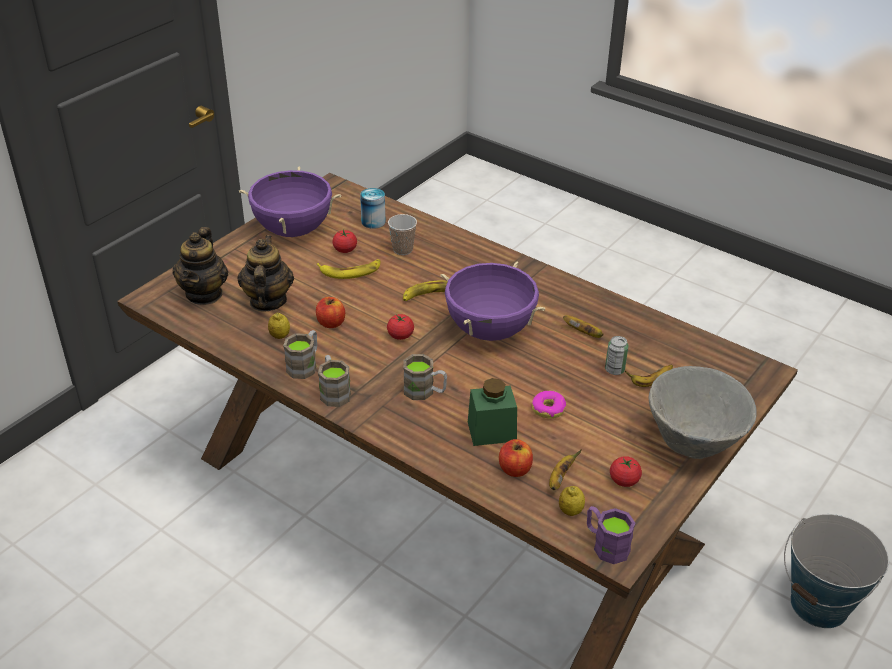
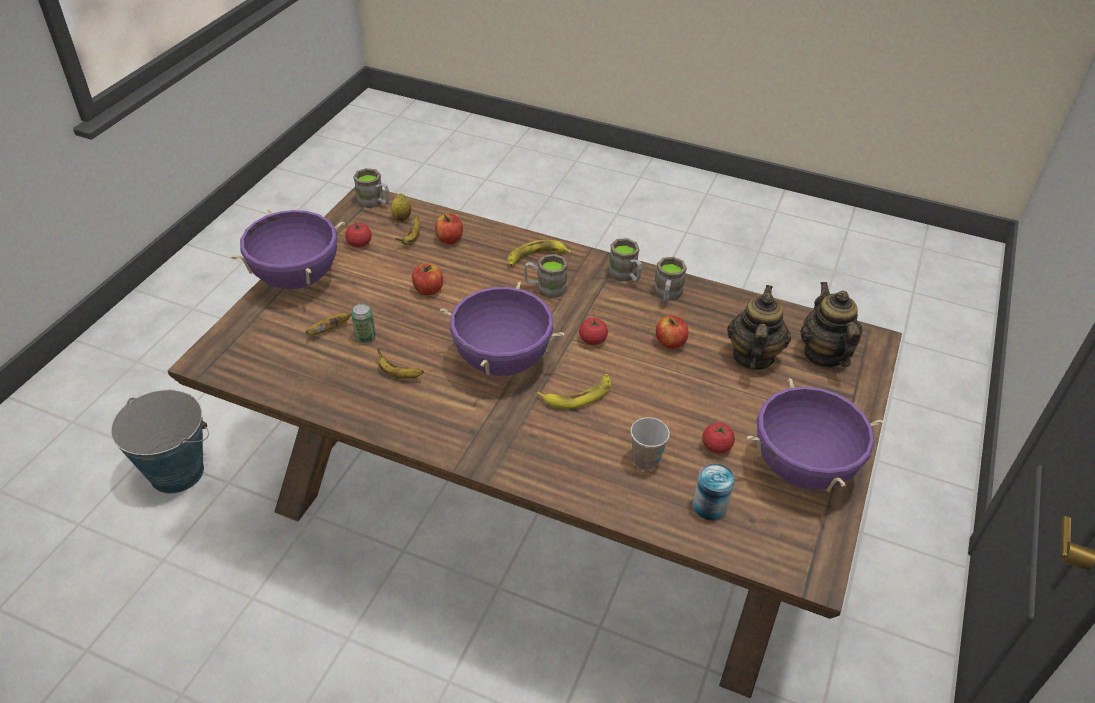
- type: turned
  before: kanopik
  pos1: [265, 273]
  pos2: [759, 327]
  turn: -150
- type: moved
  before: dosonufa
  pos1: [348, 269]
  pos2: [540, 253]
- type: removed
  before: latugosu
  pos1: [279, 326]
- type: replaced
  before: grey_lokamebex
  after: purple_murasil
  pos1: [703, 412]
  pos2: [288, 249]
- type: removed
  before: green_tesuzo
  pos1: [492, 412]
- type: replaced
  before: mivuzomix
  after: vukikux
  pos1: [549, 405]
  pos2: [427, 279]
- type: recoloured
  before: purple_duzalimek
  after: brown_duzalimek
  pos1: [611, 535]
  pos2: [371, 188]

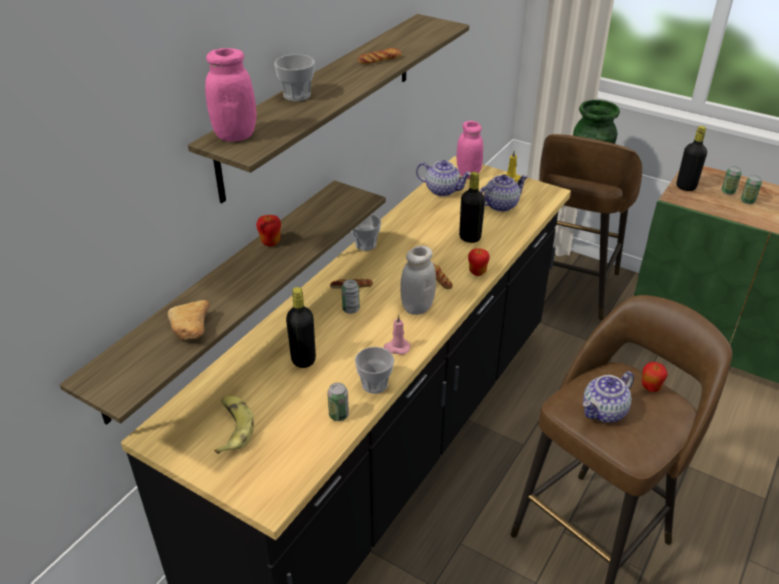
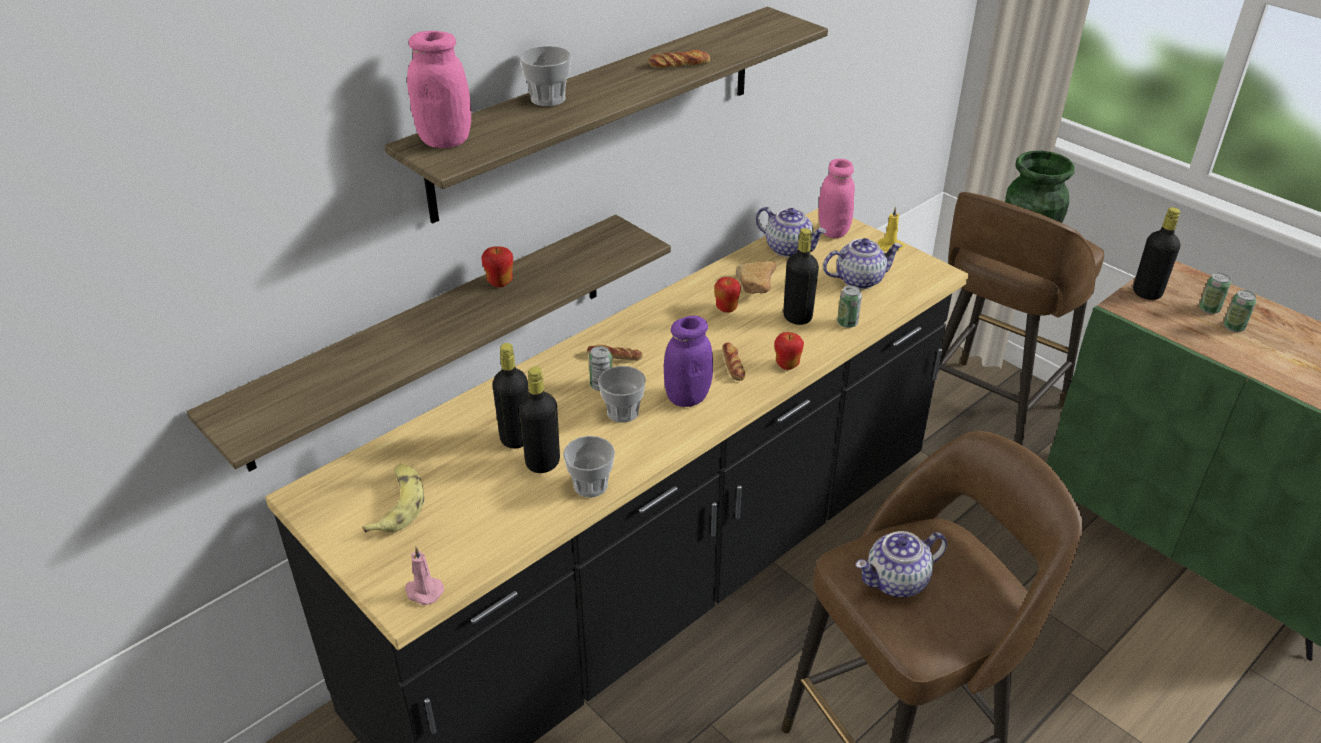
- type: moved
  before: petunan
  pos1: [366, 232]
  pos2: [622, 394]
- type: recoloured
  before: white_tesuzo
  after: purple_tesuzo
  pos1: [418, 280]
  pos2: [688, 361]
- type: moved
  before: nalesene
  pos1: [188, 320]
  pos2: [756, 277]
- type: moved
  before: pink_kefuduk
  pos1: [397, 335]
  pos2: [424, 576]
- type: moved
  before: vukikux
  pos1: [655, 377]
  pos2: [727, 295]
- type: moved
  before: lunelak
  pos1: [338, 402]
  pos2: [849, 306]
- type: added
  after: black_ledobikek
  pos2: [539, 420]

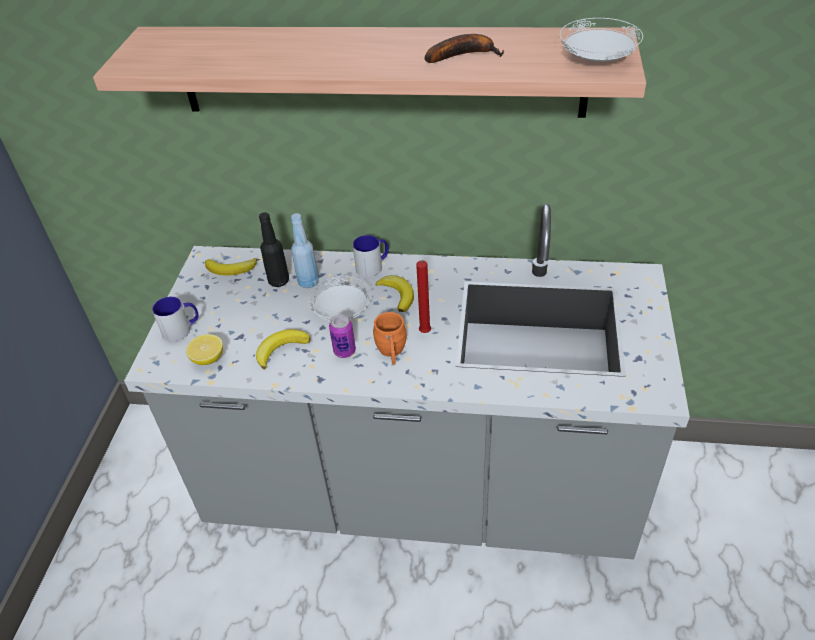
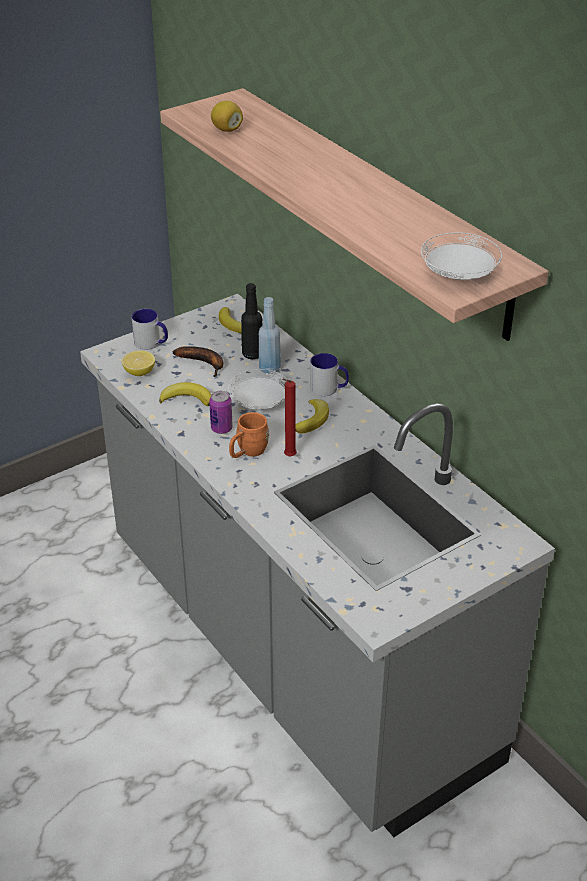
- type: moved
  before: dosonufa
  pos1: [464, 48]
  pos2: [198, 361]
- type: added
  after: latugosu
  pos2: [227, 116]

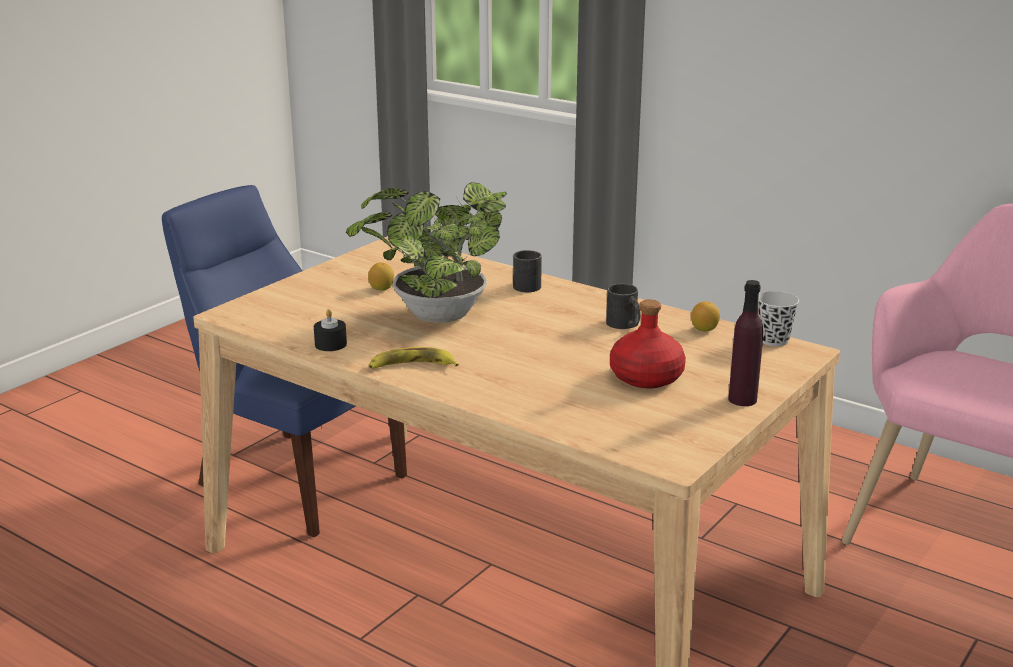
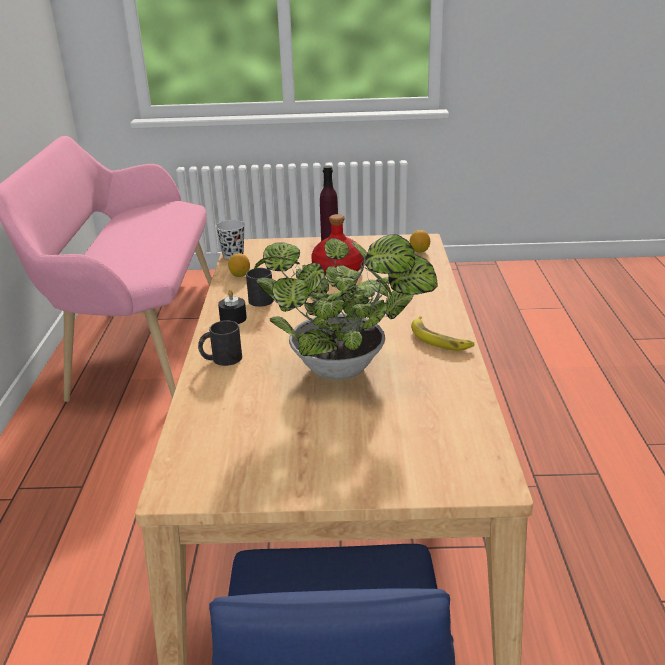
- type: moved
  before: latugosu
  pos1: [381, 276]
  pos2: [420, 241]
- type: moved
  before: black_kefuduk
  pos1: [330, 330]
  pos2: [232, 307]

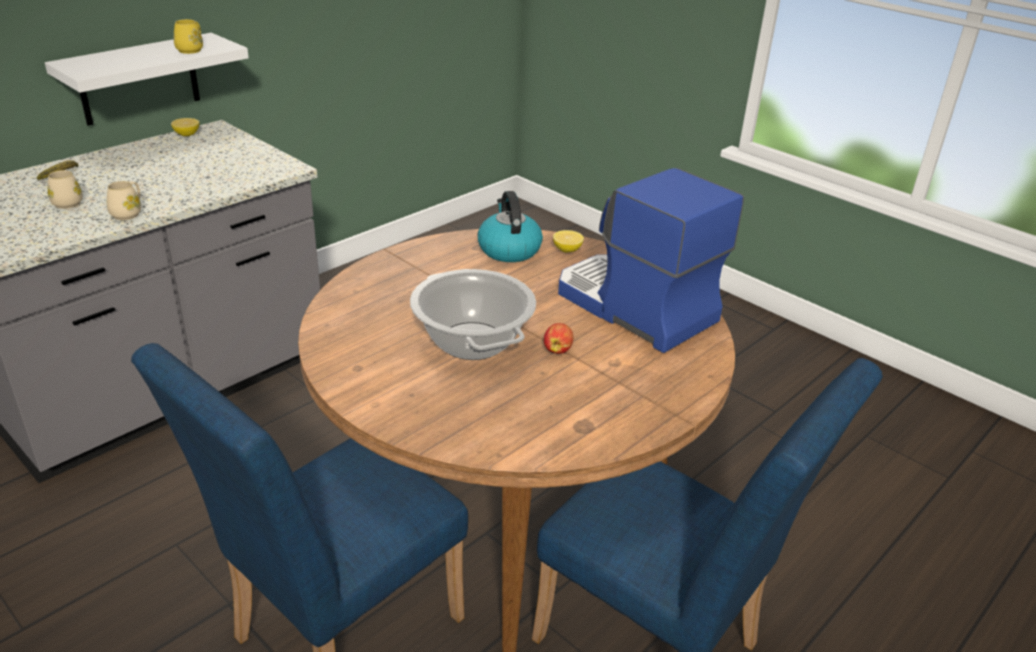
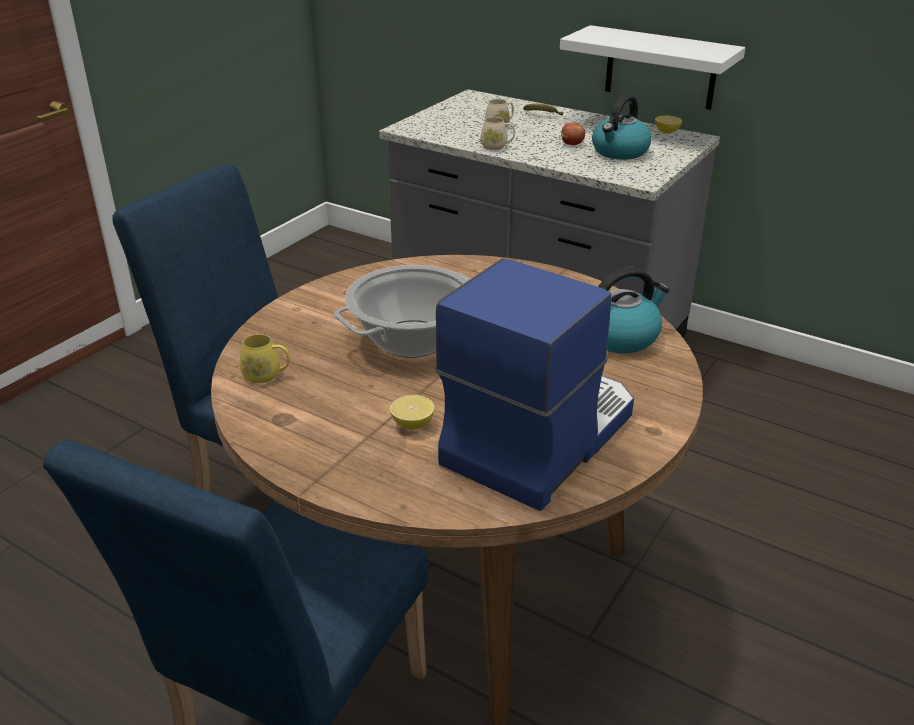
- type: moved
  before: yellow_duzalimek
  pos1: [188, 36]
  pos2: [265, 358]
- type: moved
  before: latugosu
  pos1: [568, 241]
  pos2: [412, 412]
- type: moved
  before: vukikux
  pos1: [559, 338]
  pos2: [573, 134]
- type: added
  after: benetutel
  pos2: [622, 127]

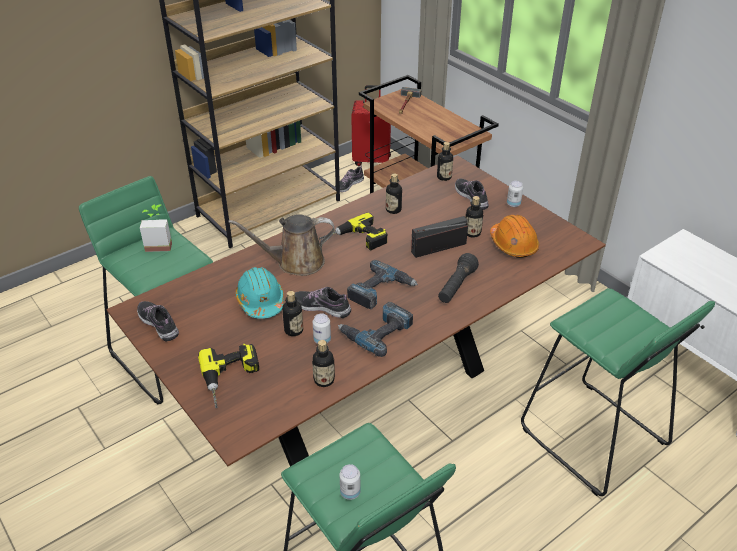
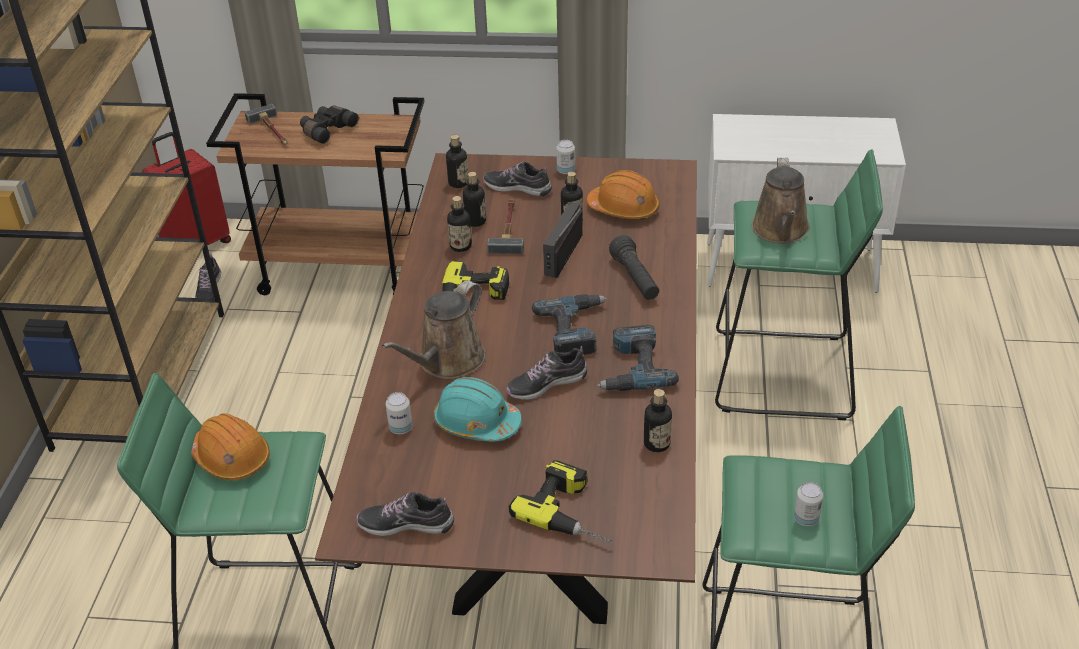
- type: replaced
  before: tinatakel
  after: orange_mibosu
  pos1: [156, 228]
  pos2: [230, 447]
- type: moved
  before: ledobikek
  pos1: [292, 313]
  pos2: [474, 199]
- type: moved
  before: lunelak
  pos1: [322, 328]
  pos2: [399, 413]
- type: added
  after: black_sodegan
  pos2: [329, 125]
- type: added
  after: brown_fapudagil
  pos2: [781, 200]
- type: added
  after: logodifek
  pos2: [505, 226]

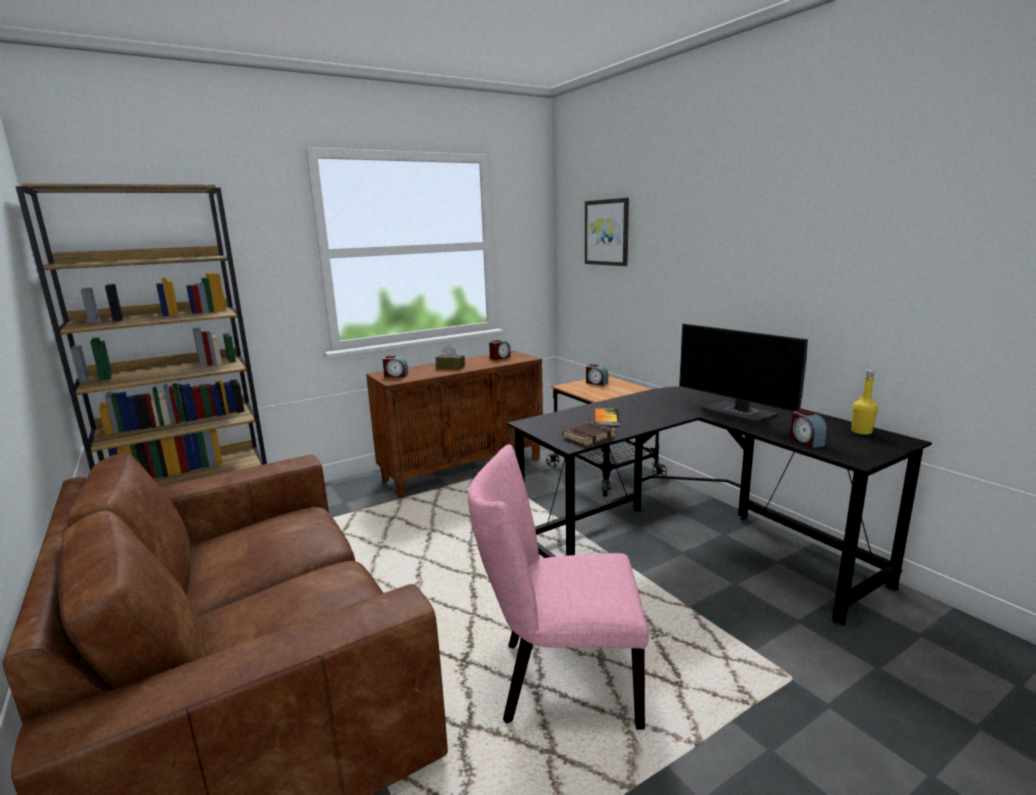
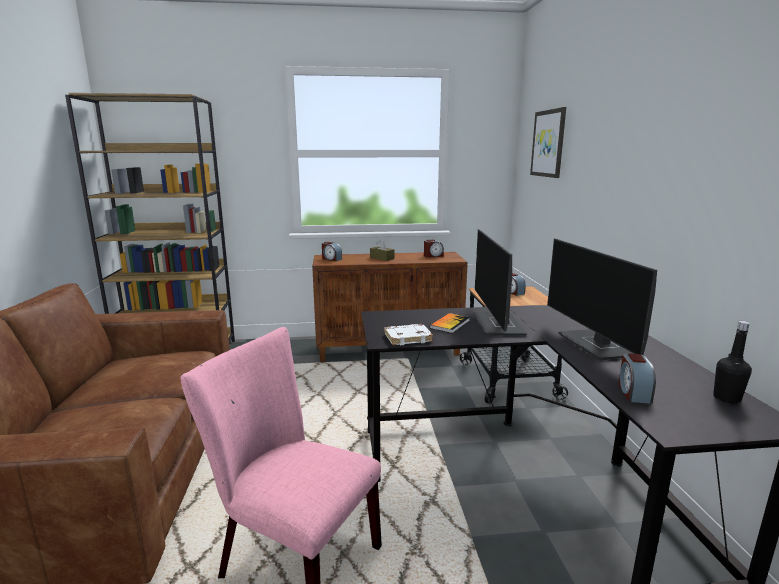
- type: recoloured
  before: yellow_ledobikek
  after: black_ledobikek
  pos1: [865, 402]
  pos2: [732, 362]
- type: recoloured
  before: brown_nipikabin
  after: white_nipikabin
  pos1: [589, 434]
  pos2: [408, 334]
- type: added
  after: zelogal
  pos2: [500, 282]

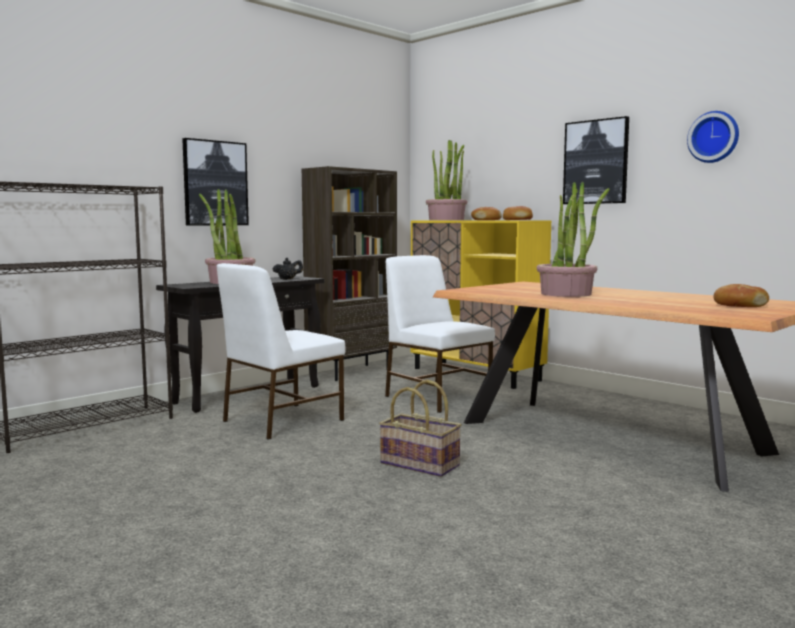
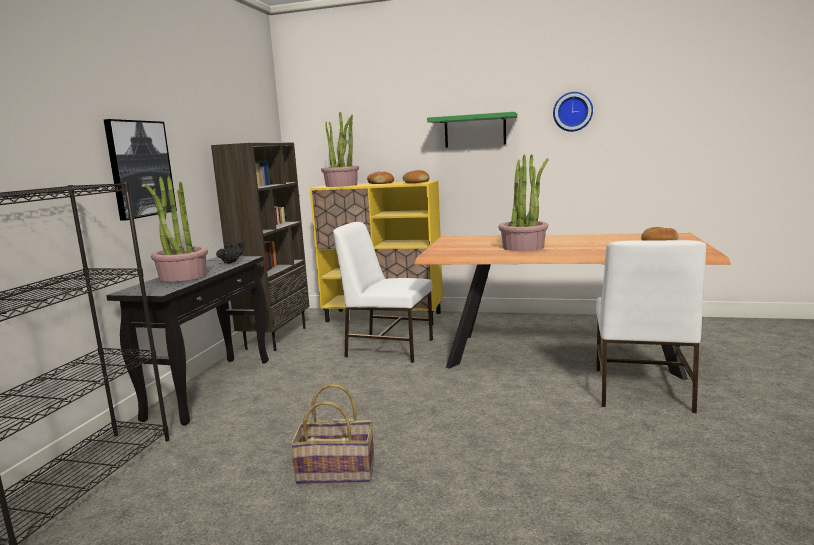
- type: replaced
  before: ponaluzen
  after: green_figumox
  pos1: [596, 160]
  pos2: [472, 130]
- type: moved
  before: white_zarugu
  pos1: [281, 351]
  pos2: [651, 326]
- type: moved
  before: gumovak
  pos1: [420, 428]
  pos2: [332, 434]

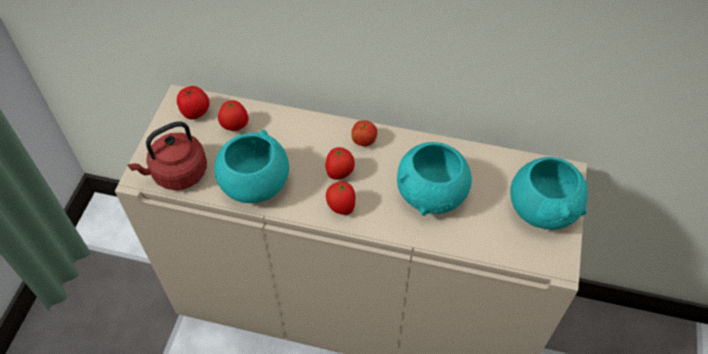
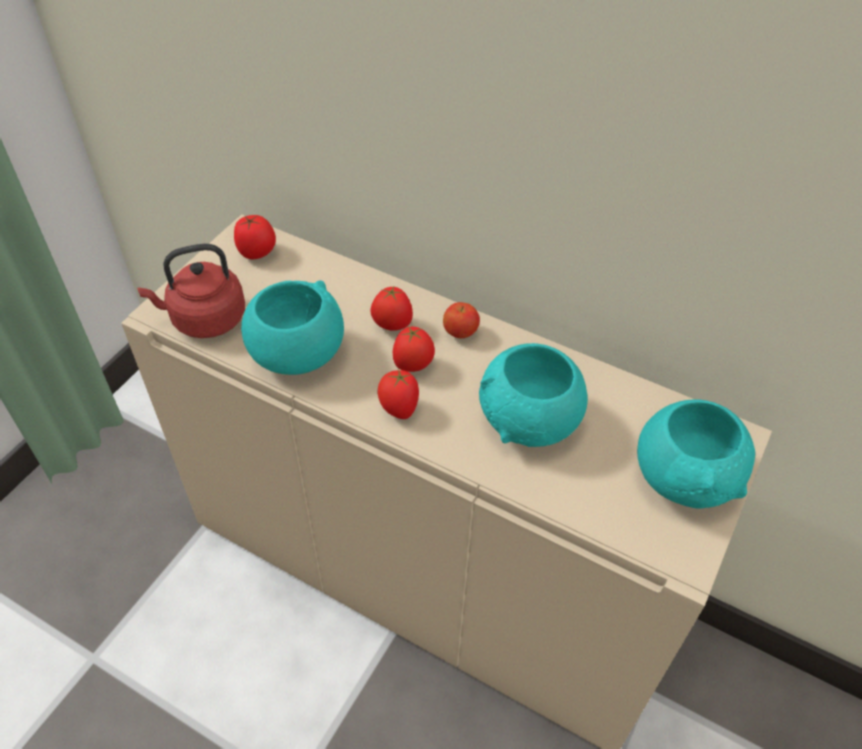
- type: moved
  before: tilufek
  pos1: [233, 115]
  pos2: [392, 309]

